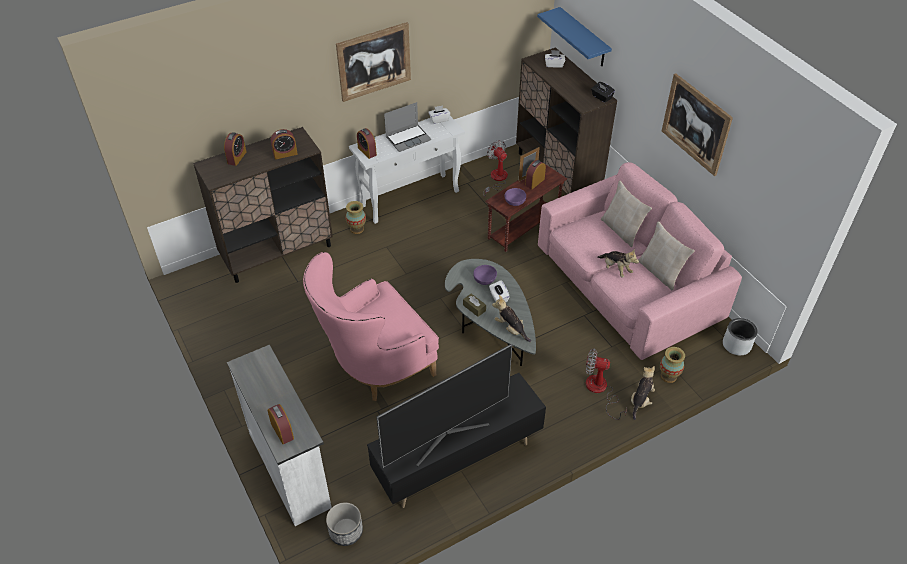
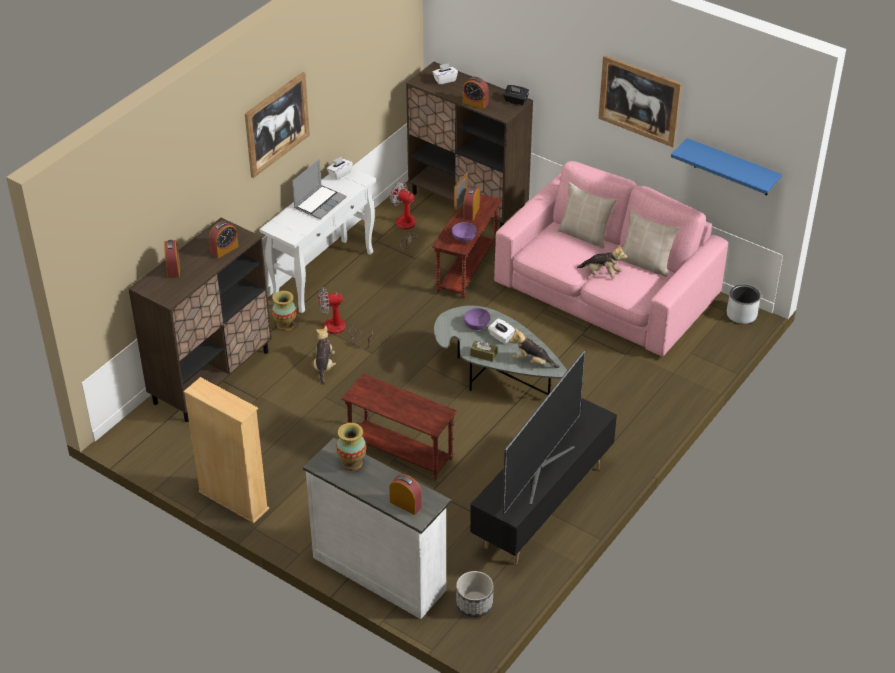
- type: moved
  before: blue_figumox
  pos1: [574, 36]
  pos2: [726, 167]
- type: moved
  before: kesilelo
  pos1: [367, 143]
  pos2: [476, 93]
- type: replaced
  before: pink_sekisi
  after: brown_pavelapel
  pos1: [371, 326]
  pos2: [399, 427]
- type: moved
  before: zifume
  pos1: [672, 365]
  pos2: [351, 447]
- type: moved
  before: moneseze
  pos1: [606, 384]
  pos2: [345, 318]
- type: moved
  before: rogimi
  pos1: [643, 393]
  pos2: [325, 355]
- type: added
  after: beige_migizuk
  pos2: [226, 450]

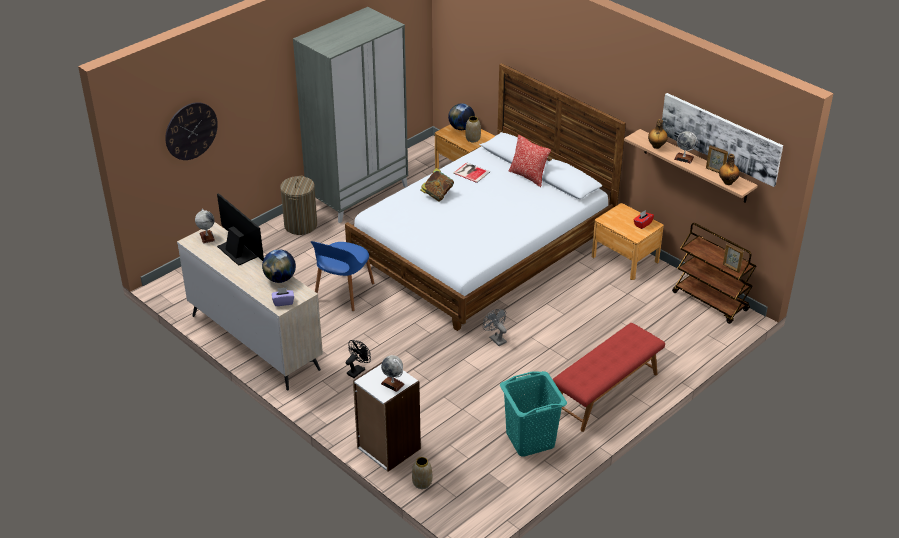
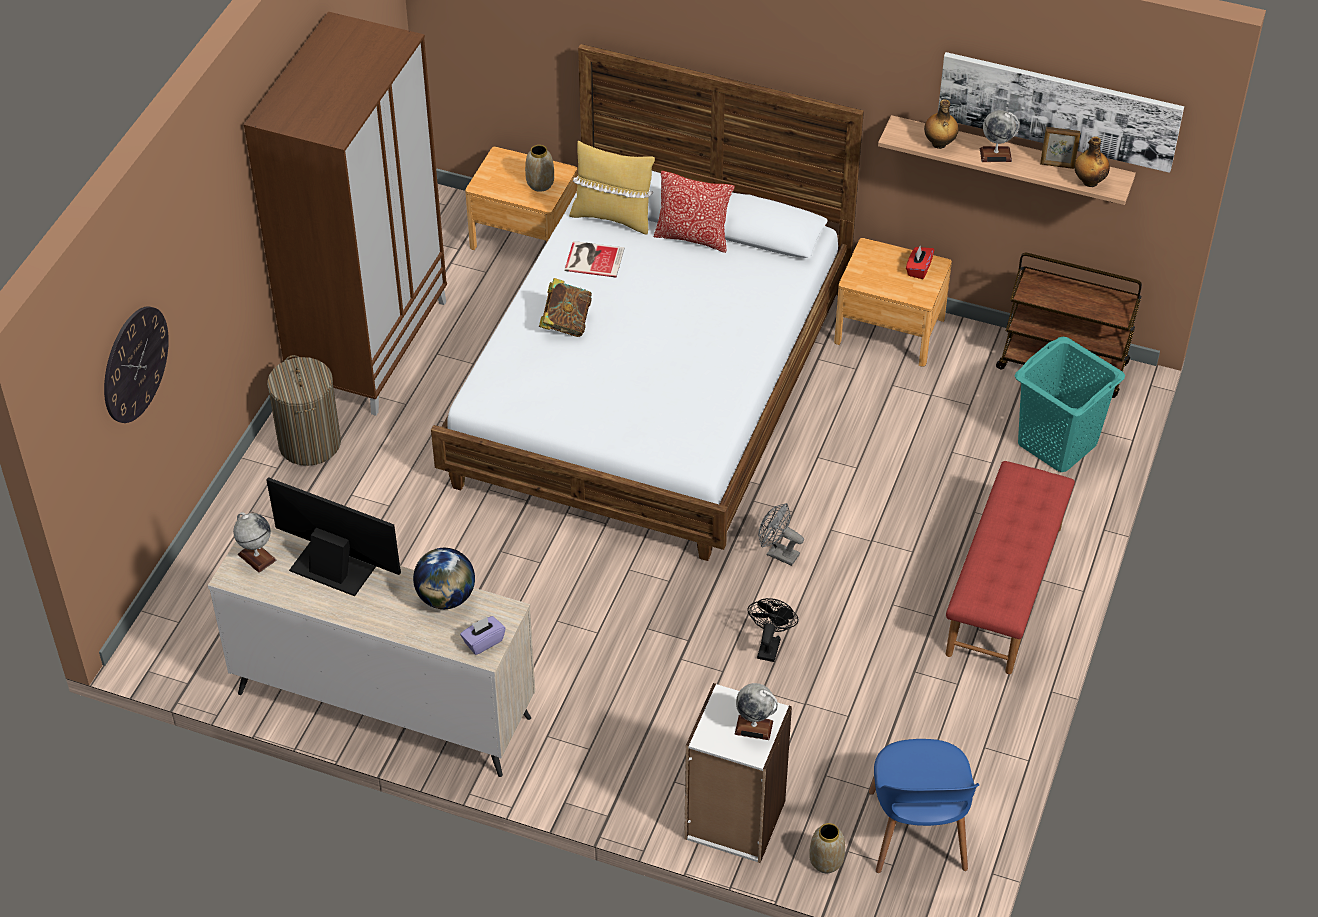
- type: recoloured
  before: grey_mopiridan
  after: brown_mopiridan
  pos1: [350, 115]
  pos2: [345, 214]
- type: removed
  before: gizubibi
  pos1: [461, 116]
- type: moved
  before: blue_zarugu
  pos1: [342, 276]
  pos2: [924, 806]
- type: removed
  before: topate
  pos1: [733, 258]
- type: moved
  before: black_moneseze
  pos1: [358, 359]
  pos2: [773, 630]
- type: moved
  before: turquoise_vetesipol
  pos1: [533, 414]
  pos2: [1070, 404]
- type: added
  after: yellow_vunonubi
  pos2: [612, 188]

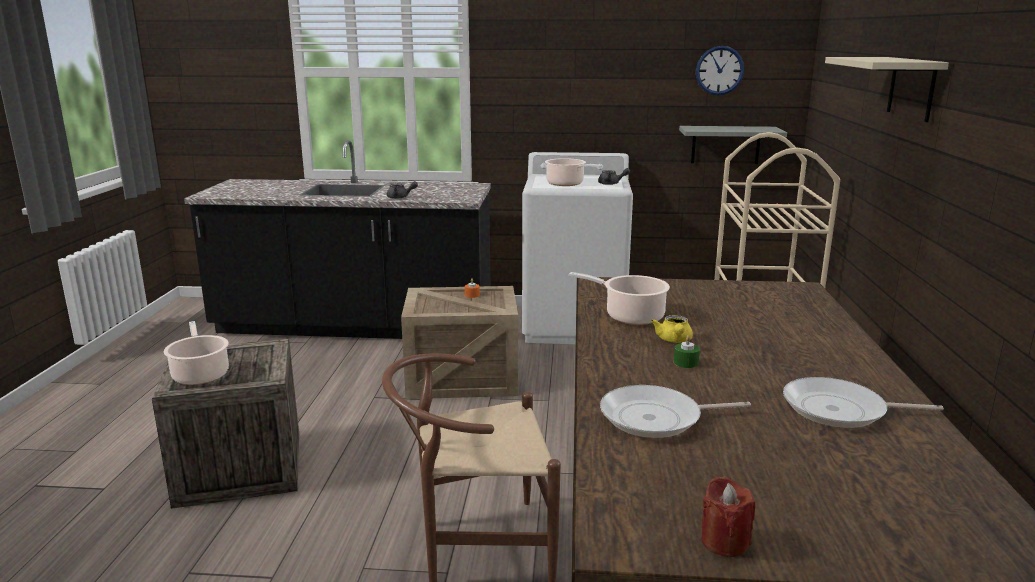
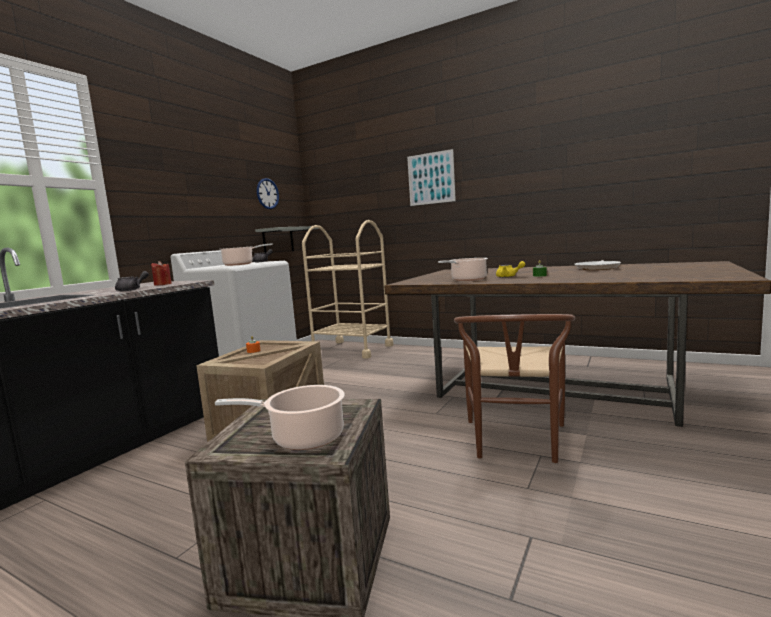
- type: replaced
  before: beige_figumox
  after: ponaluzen
  pos1: [887, 89]
  pos2: [431, 177]
- type: removed
  before: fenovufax
  pos1: [675, 411]
- type: moved
  before: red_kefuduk
  pos1: [728, 516]
  pos2: [161, 273]

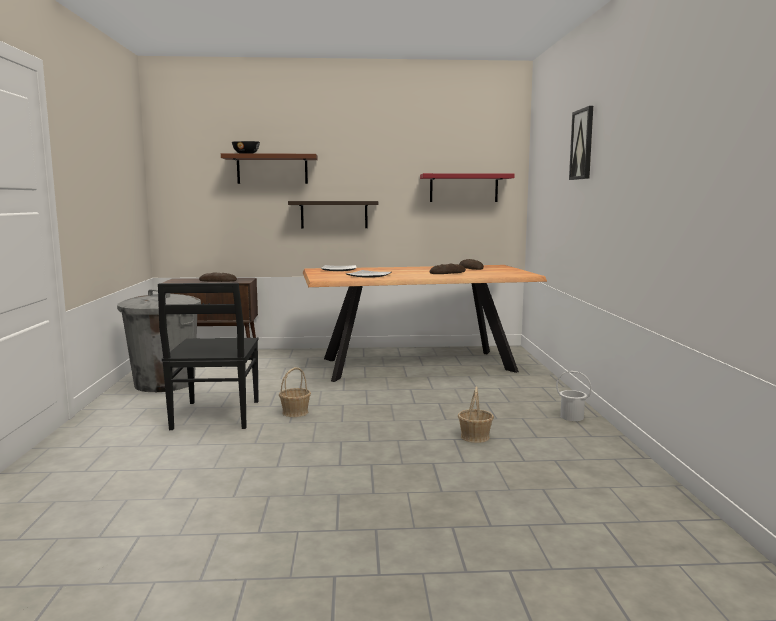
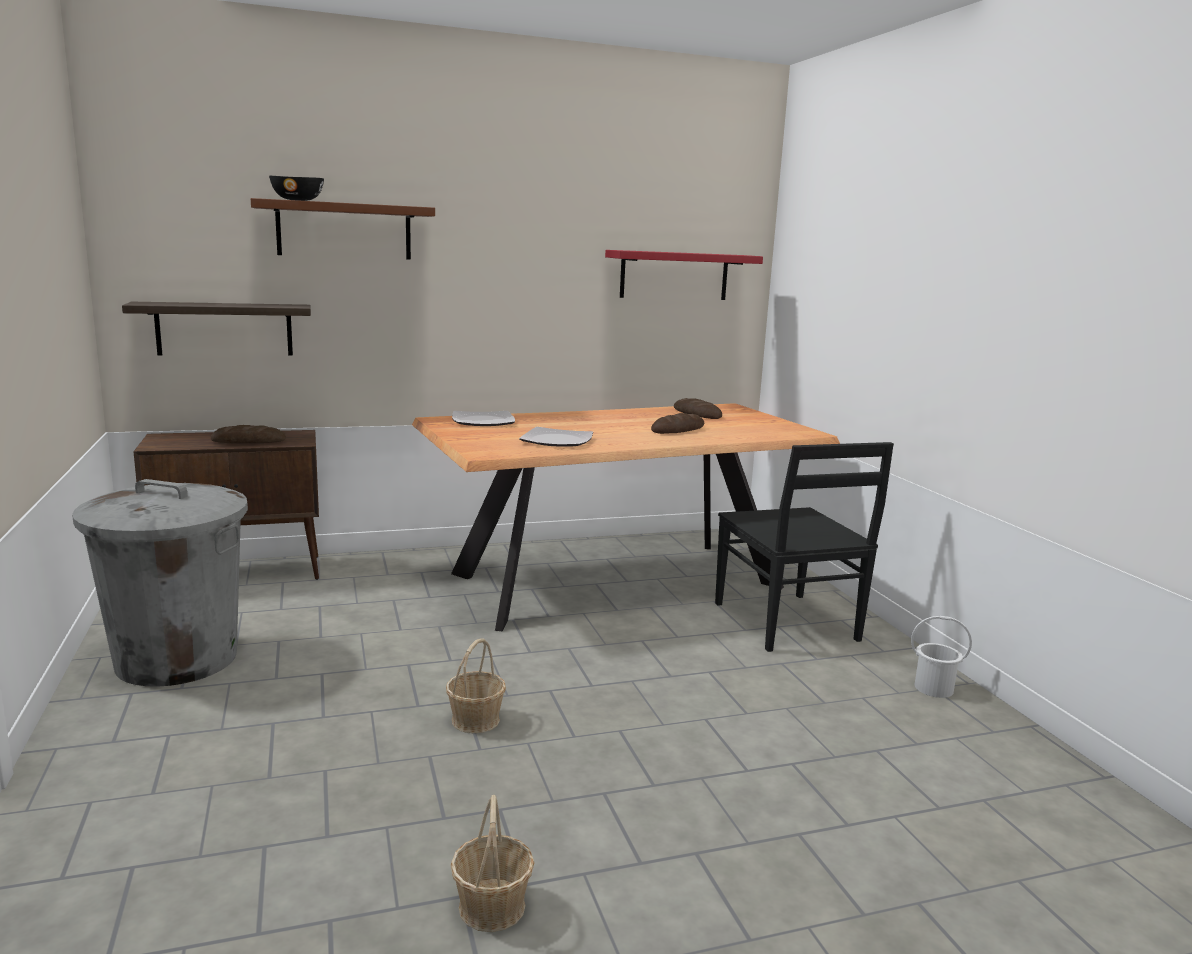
- type: removed
  before: ponaluzen
  pos1: [581, 143]
- type: moved
  before: figumox
  pos1: [333, 215]
  pos2: [216, 329]
- type: moved
  before: black_zarugu
  pos1: [208, 356]
  pos2: [804, 547]
- type: moved
  before: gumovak
  pos1: [476, 414]
  pos2: [492, 863]

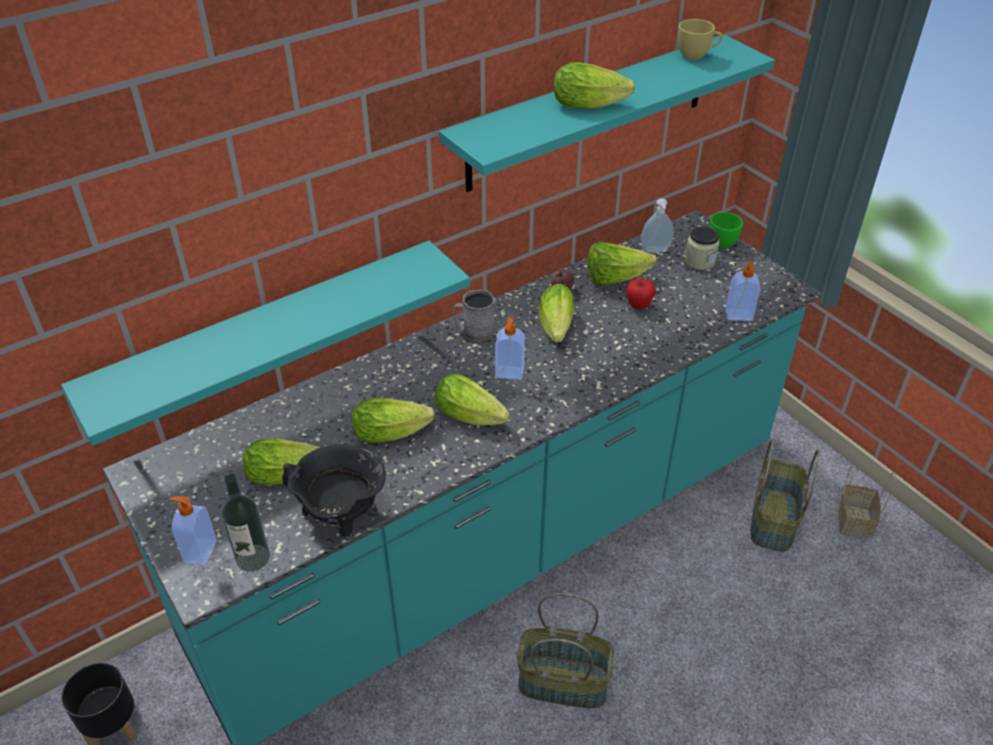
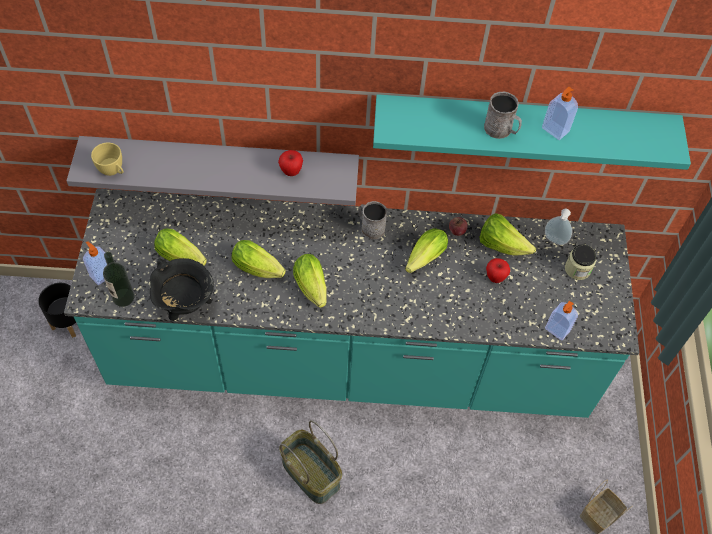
- type: moved
  before: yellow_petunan
  pos1: [700, 39]
  pos2: [107, 159]
- type: replaced
  before: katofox
  after: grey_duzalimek
  pos1: [594, 85]
  pos2: [503, 115]
- type: removed
  before: green_petunan
  pos1: [726, 230]
- type: recoloured
  before: turquoise_figumox
  after: grey_figumox
  pos1: [265, 343]
  pos2: [212, 171]
- type: moved
  before: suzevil
  pos1: [510, 349]
  pos2: [560, 113]
- type: removed
  before: gumovak
  pos1: [785, 496]
- type: added
  after: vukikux
  pos2: [290, 163]

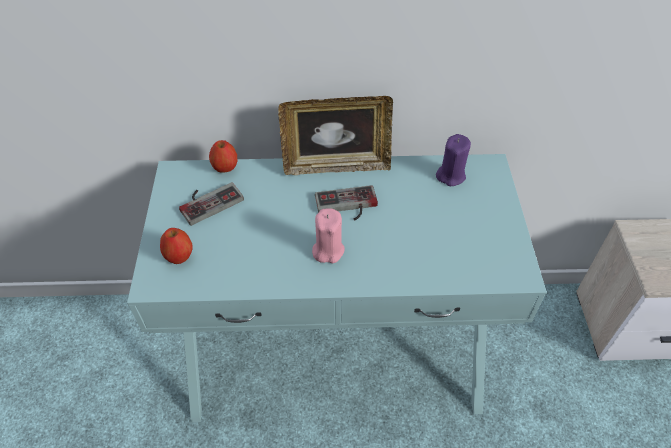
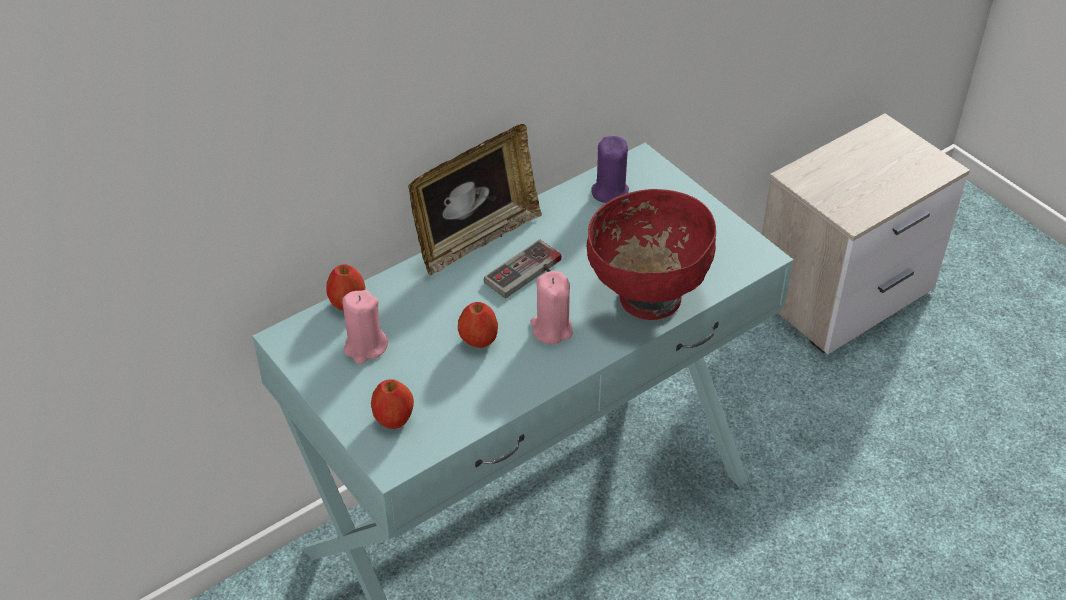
- type: replaced
  before: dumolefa
  after: pink_kefuduk
  pos1: [211, 204]
  pos2: [365, 327]
- type: added
  after: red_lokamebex
  pos2: [651, 254]
- type: added
  after: vukikux
  pos2: [478, 325]

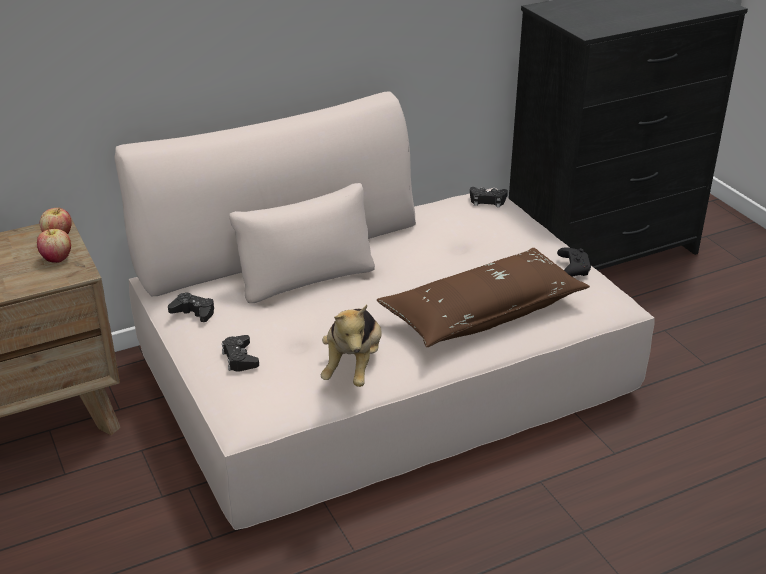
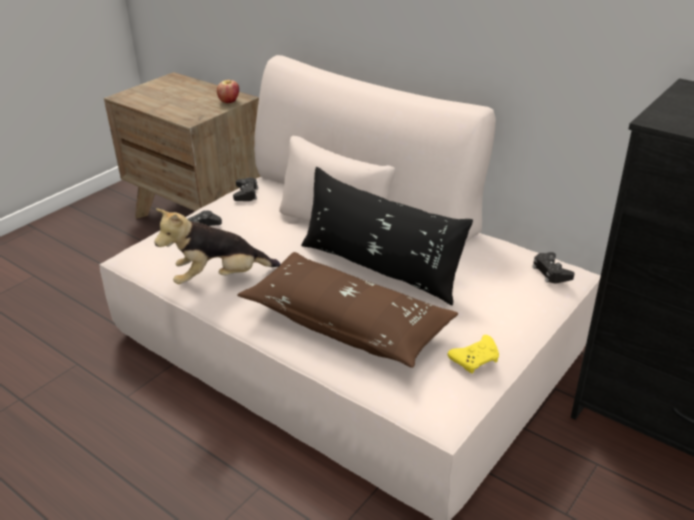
- type: removed
  before: vukikux
  pos1: [54, 245]
- type: recoloured
  before: black_dumolefa
  after: yellow_dumolefa
  pos1: [574, 262]
  pos2: [473, 354]
- type: added
  after: black_vunonubi
  pos2: [387, 236]

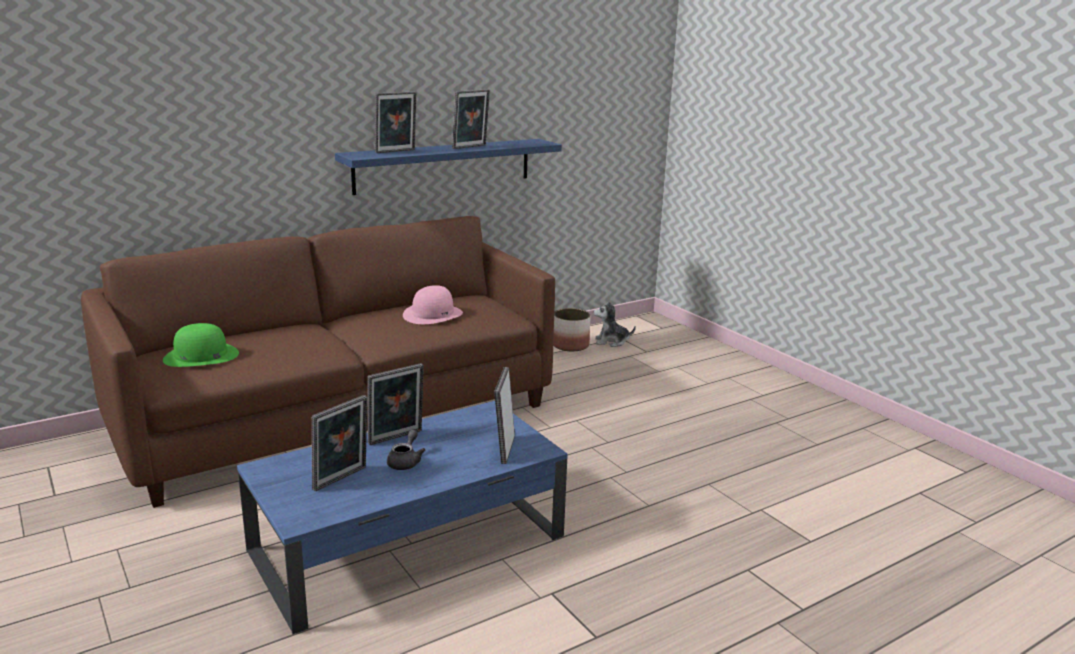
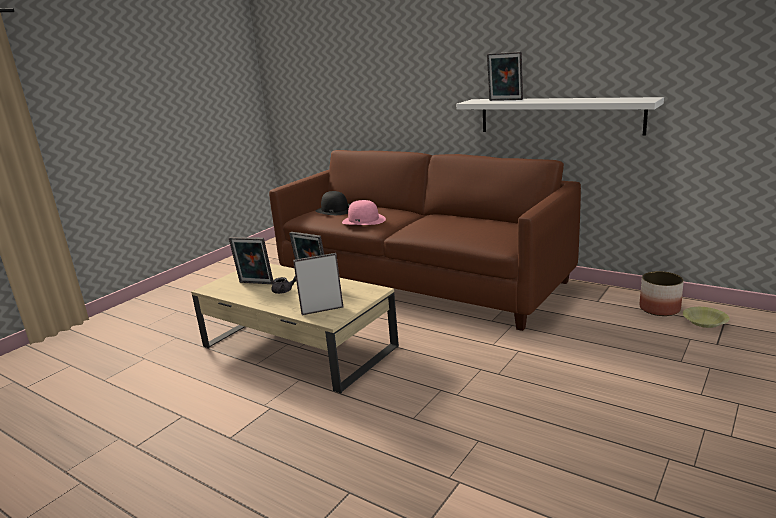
- type: removed
  before: topate
  pos1: [471, 119]
- type: recoloured
  before: blue_figumox
  after: white_figumox
  pos1: [448, 167]
  pos2: [560, 116]
- type: moved
  before: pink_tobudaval
  pos1: [433, 304]
  pos2: [364, 212]
- type: replaced
  before: rogimi
  after: yellow_lokamebex
  pos1: [615, 324]
  pos2: [706, 317]
- type: recoloured
  before: green_tobudaval
  after: black_tobudaval
  pos1: [201, 345]
  pos2: [333, 203]
- type: recoloured
  before: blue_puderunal
  after: beige_puderunal
  pos1: [402, 517]
  pos2: [295, 328]

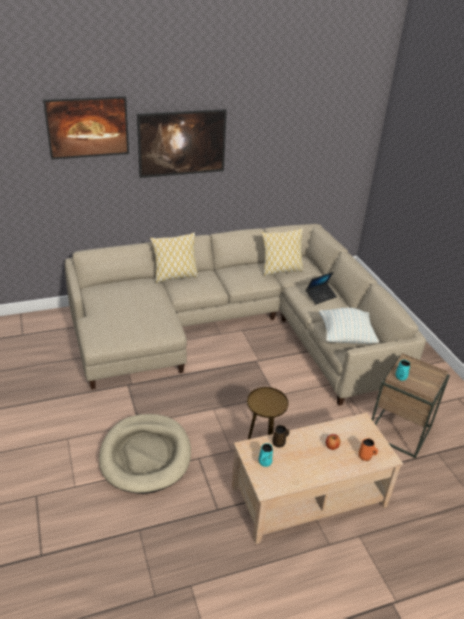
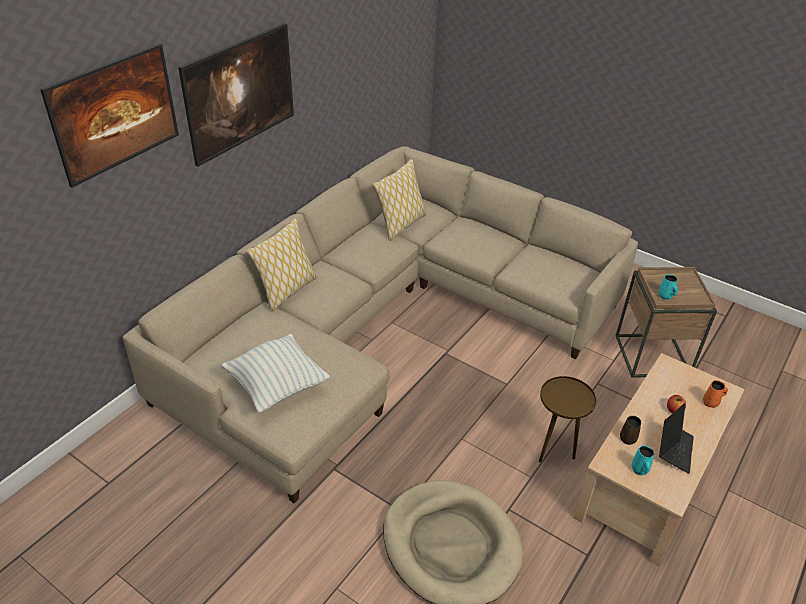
- type: moved
  before: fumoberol
  pos1: [321, 288]
  pos2: [676, 438]
- type: moved
  before: vunonubi
  pos1: [349, 326]
  pos2: [276, 373]

